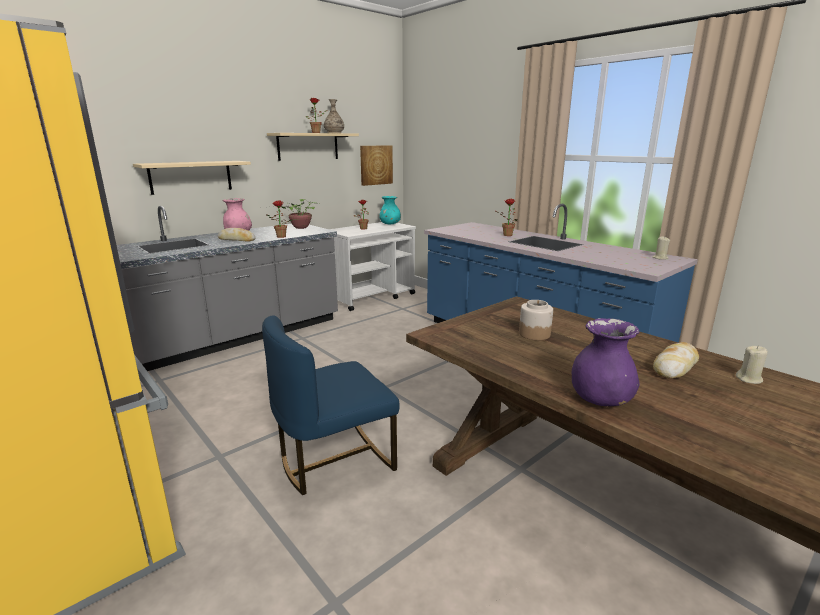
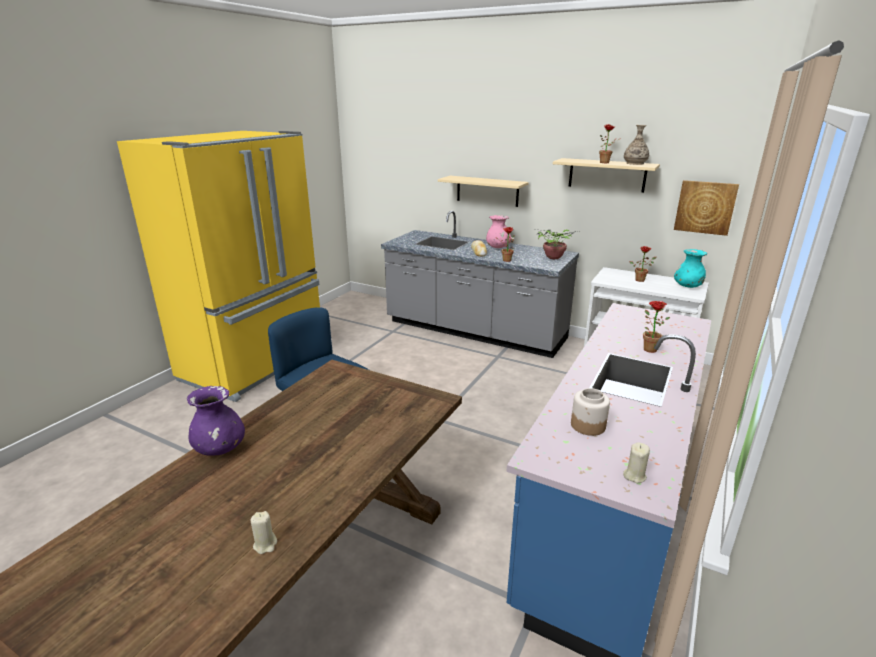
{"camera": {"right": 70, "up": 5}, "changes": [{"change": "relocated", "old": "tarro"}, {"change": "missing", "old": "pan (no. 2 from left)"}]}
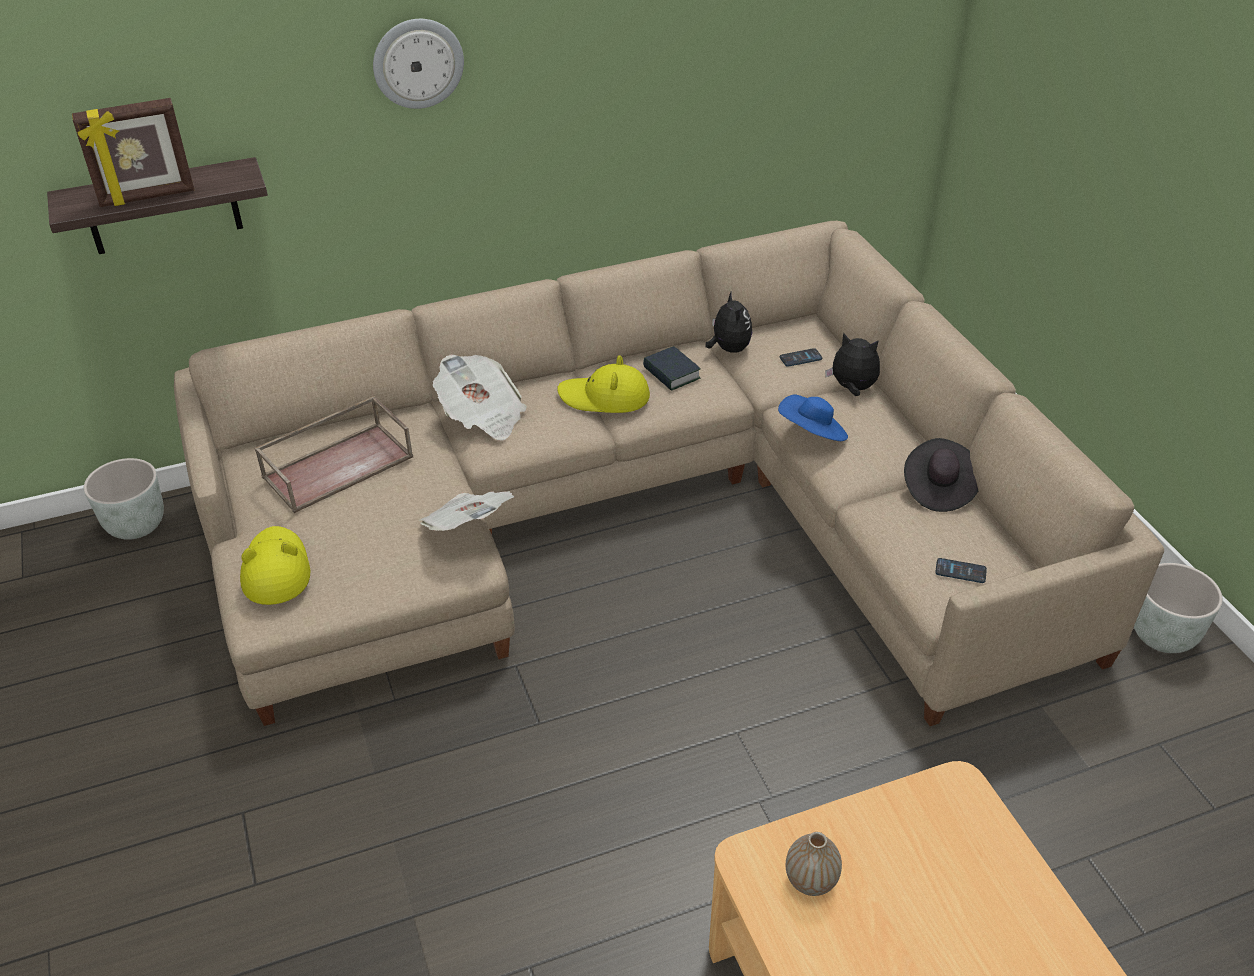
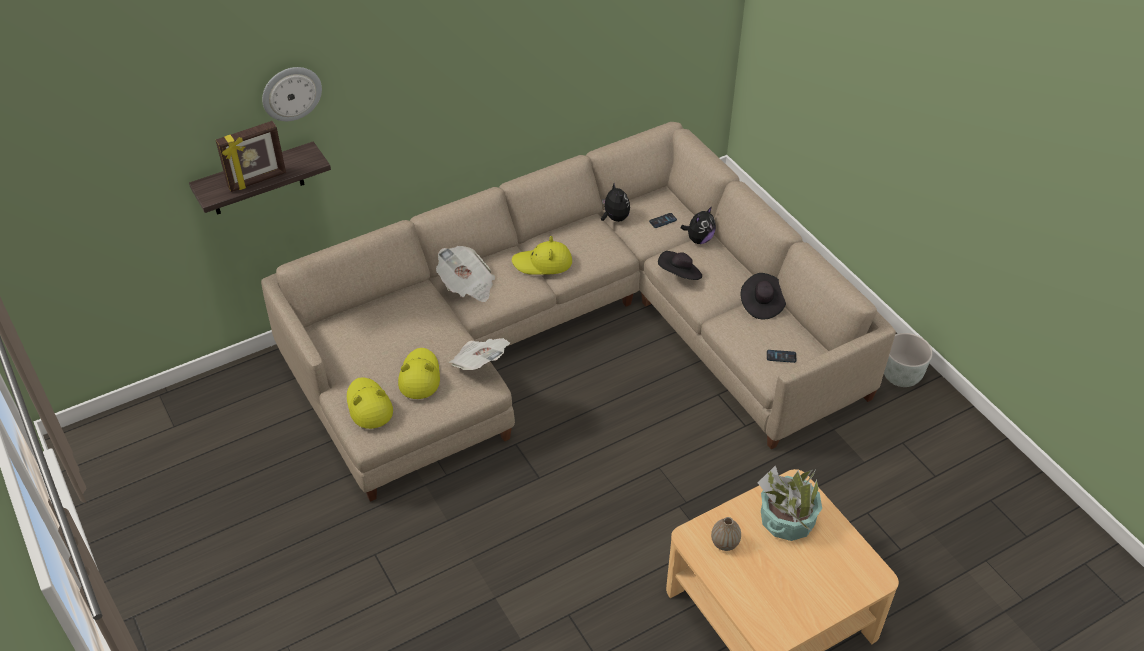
{"camera": {"right": -10, "up": 5}, "changes": [{"change": "missing", "old": "maceta [gris] (no. 1 from left)"}, {"change": "missing", "old": "bandeja [marrón]"}, {"change": "relocated", "old": "reloj de pared"}, {"change": "missing", "old": "libro"}, {"change": "colour", "old": "sombrero [azul]", "new": "sombrero [negro] (no. 1 from left)"}, {"change": "spun", "old": "peluche (no. 2 from left)", "degrees": 120}, {"change": "appeared", "new": "sombrero [amarillo] (no. 2 from left)"}, {"change": "appeared", "new": "planta en maceta"}]}
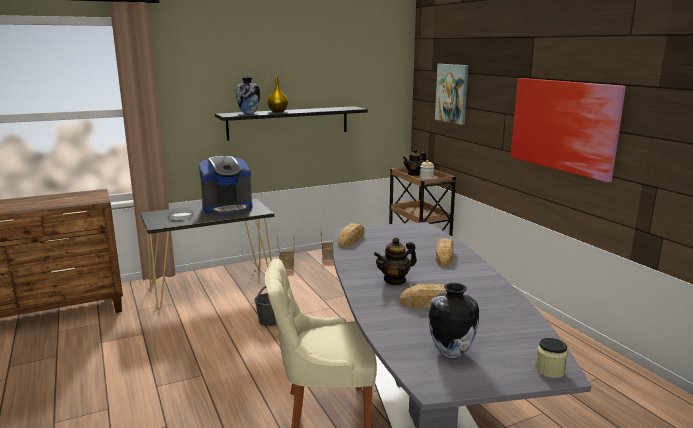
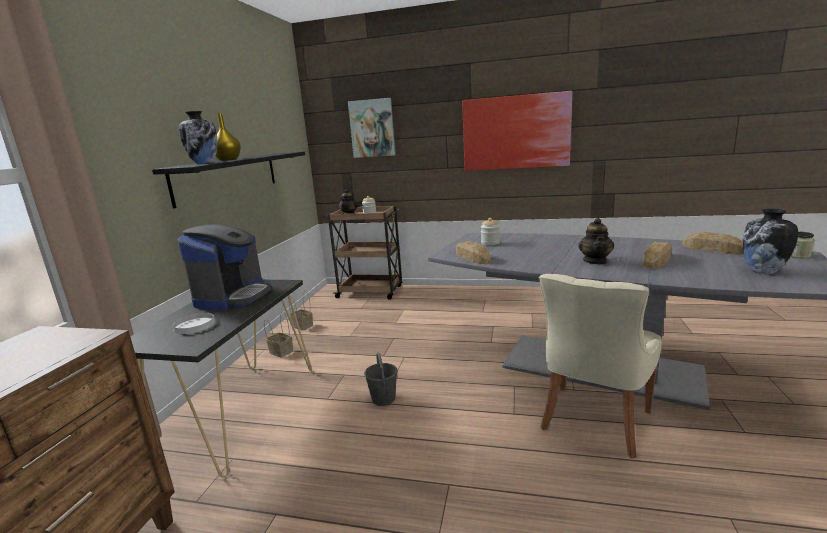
{"camera": {"right": -50, "up": 0}, "changes": [{"change": "relocated", "old": "pan (no. 3 from left)"}, {"change": "appeared", "new": "tarro (no. 2 from left)"}]}
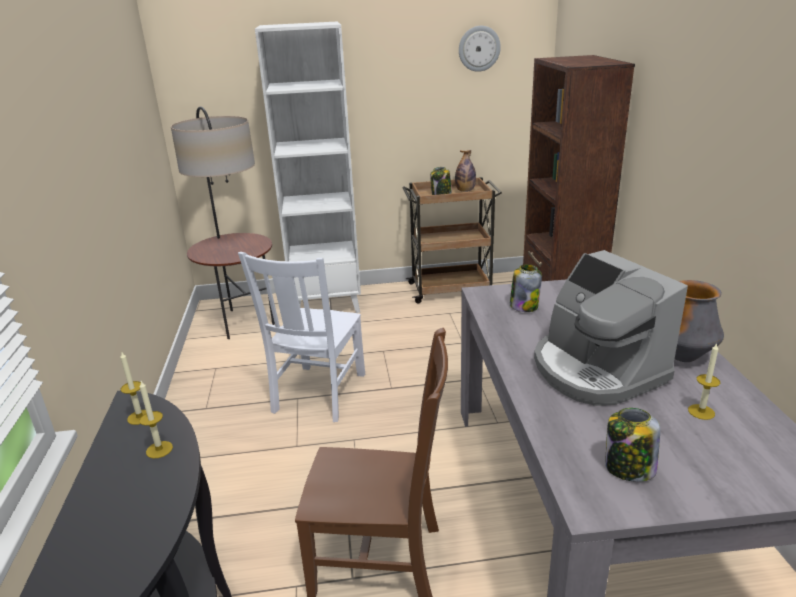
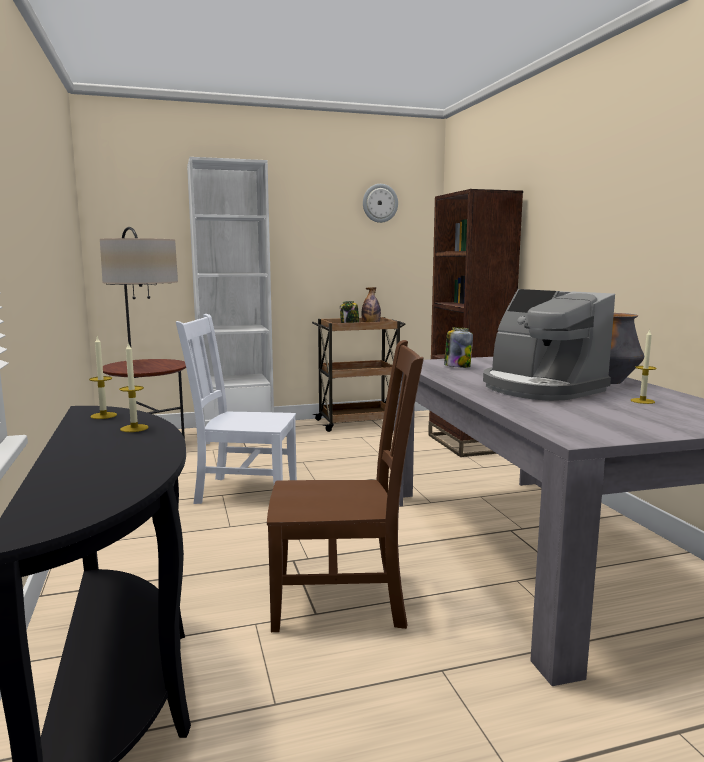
{"camera": {"right": -10, "up": -15}, "changes": [{"change": "spun", "old": "silla [blanco]", "degrees": 90}, {"change": "missing", "old": "tarro (no. 3 from left)"}]}
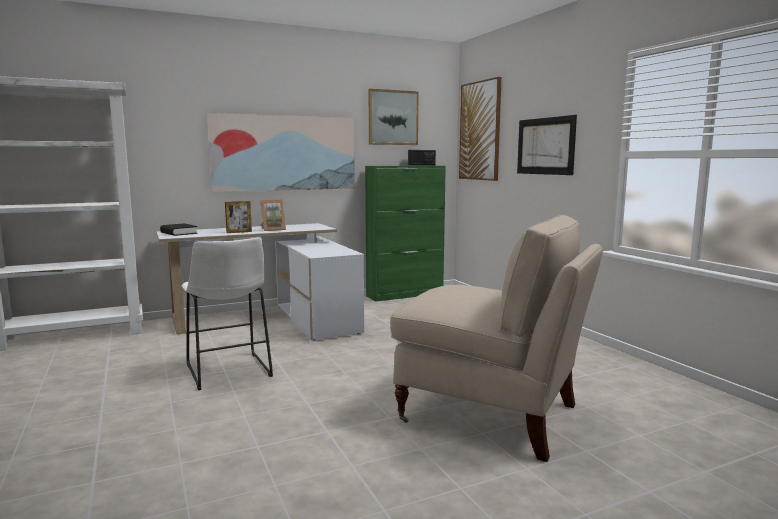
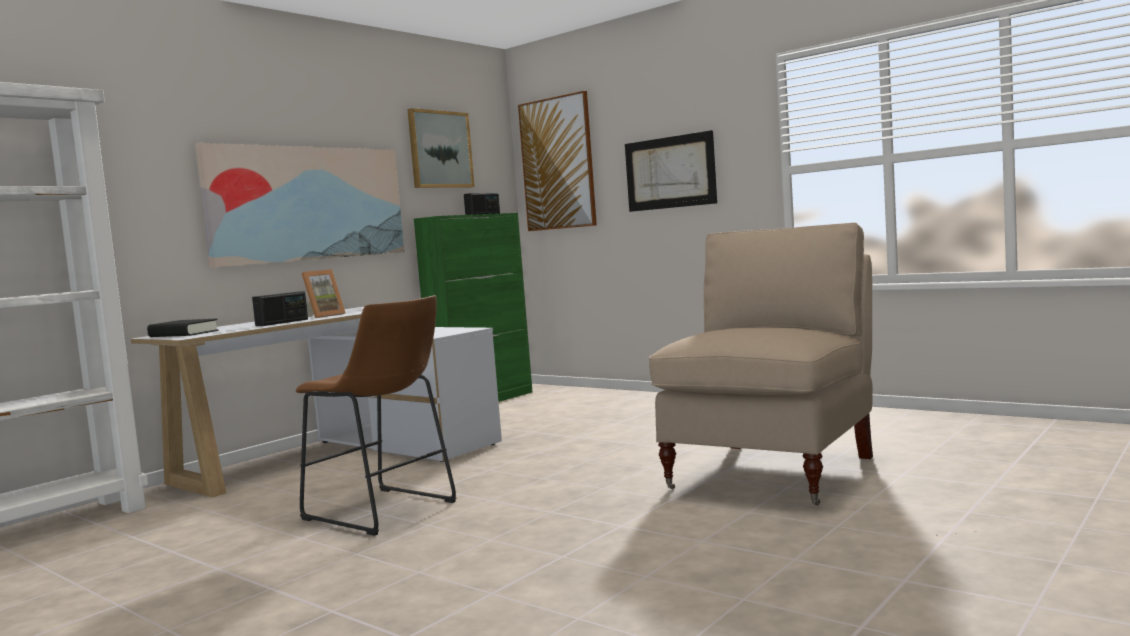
{"camera": {"right": -25, "up": -5}, "changes": [{"change": "colour", "old": "taburete [blanco]", "new": "taburete [marrón]"}, {"change": "exchanged", "old": "portarretratos (no. 1 from left)", "new": "radio (no. 1 from left)"}, {"change": "spun", "old": "silla [beis]", "degrees": -60}]}
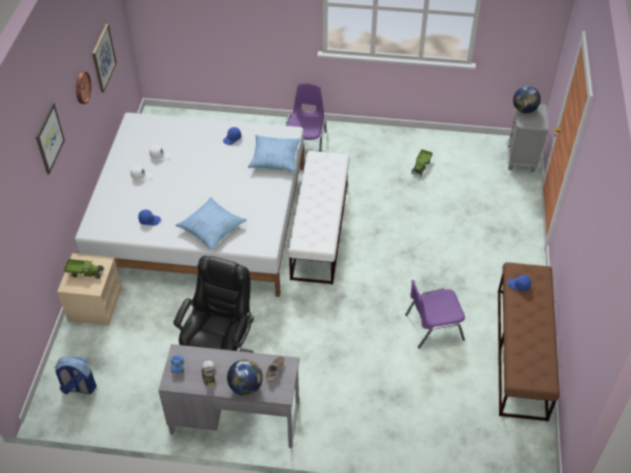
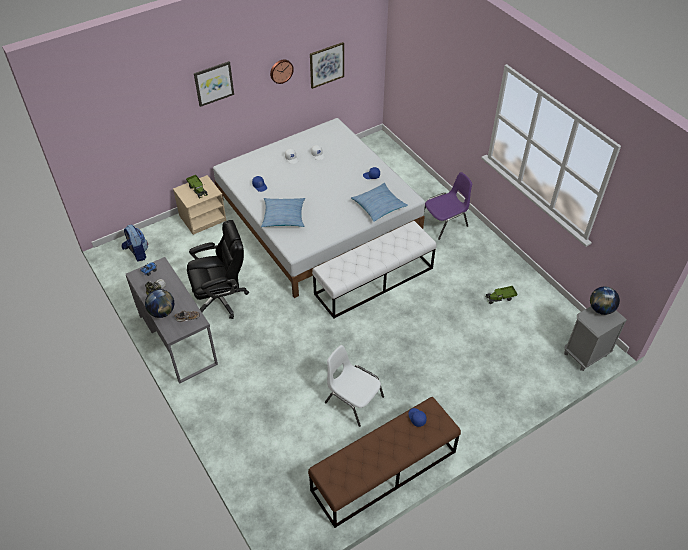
{"camera": {"right": 50, "up": 0}, "changes": [{"change": "colour", "old": "silla [morado] (no. 2 from left)", "new": "silla [blanco]"}]}
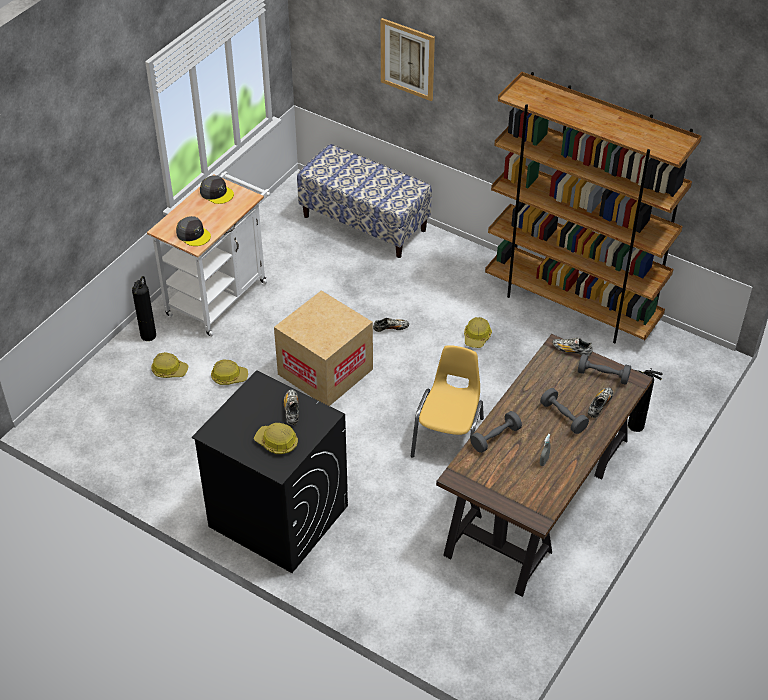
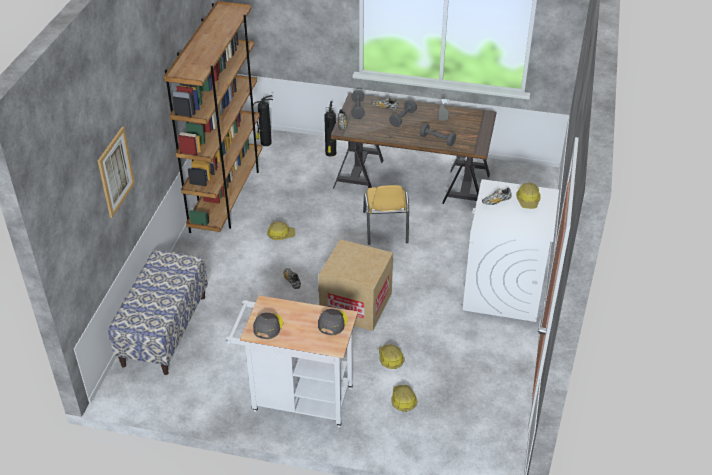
{"camera": {"right": -110, "up": -5}, "changes": [{"change": "relocated", "old": "extintor (no. 1 from left)"}, {"change": "colour", "old": "lavadora [negro]", "new": "lavadora [blanco]"}, {"change": "spun", "old": "silla [amarillo]", "degrees": -90}]}
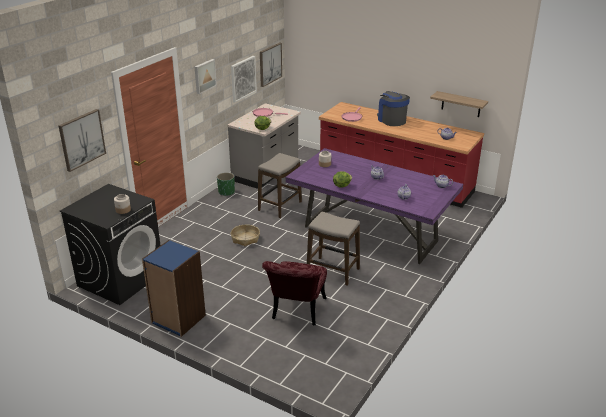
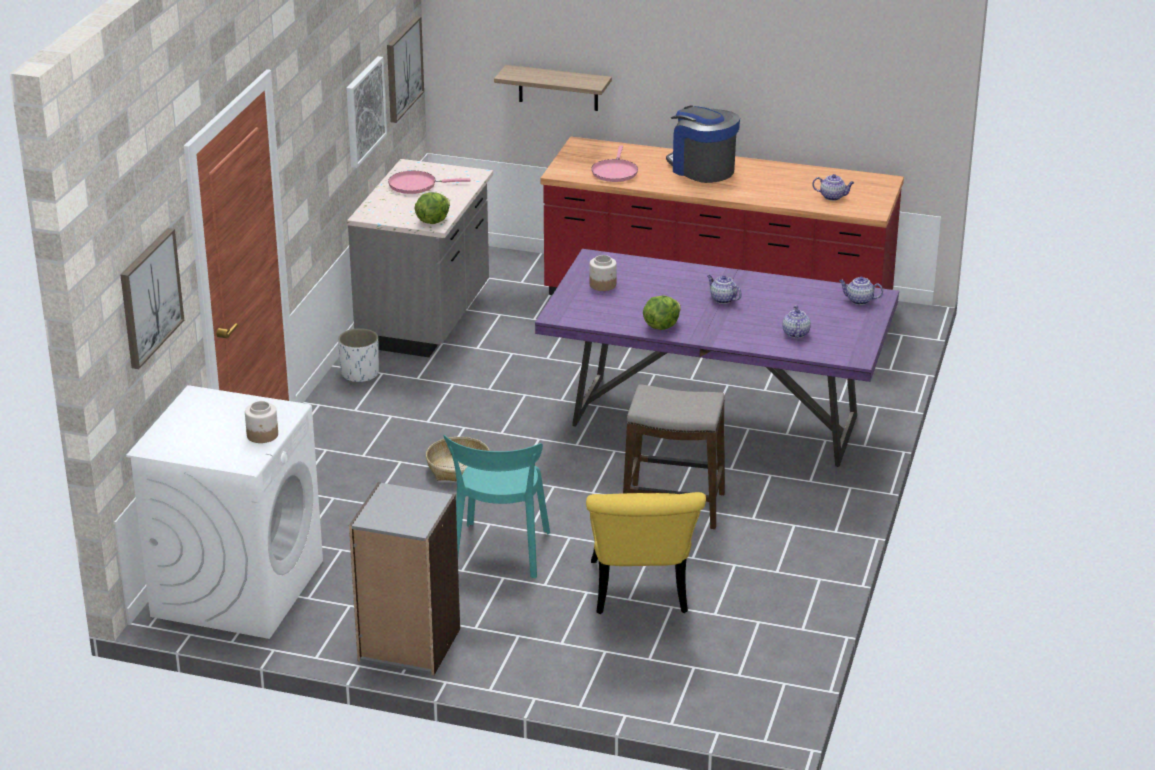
{"camera": {"right": -15, "up": 0}, "changes": [{"change": "colour", "old": "lavadora [negro]", "new": "lavadora [blanco]"}, {"change": "colour", "old": "estantería [azul]", "new": "estantería [gris]"}, {"change": "missing", "old": "cuadro (no. 2 from left)"}, {"change": "colour", "old": "maceta [verde]", "new": "maceta [blanco]"}, {"change": "missing", "old": "taburete (no. 1 from left)"}, {"change": "colour", "old": "silla [rojo]", "new": "silla [amarillo]"}, {"change": "relocated", "old": "estante"}, {"change": "appeared", "new": "silla [turquesa]"}]}
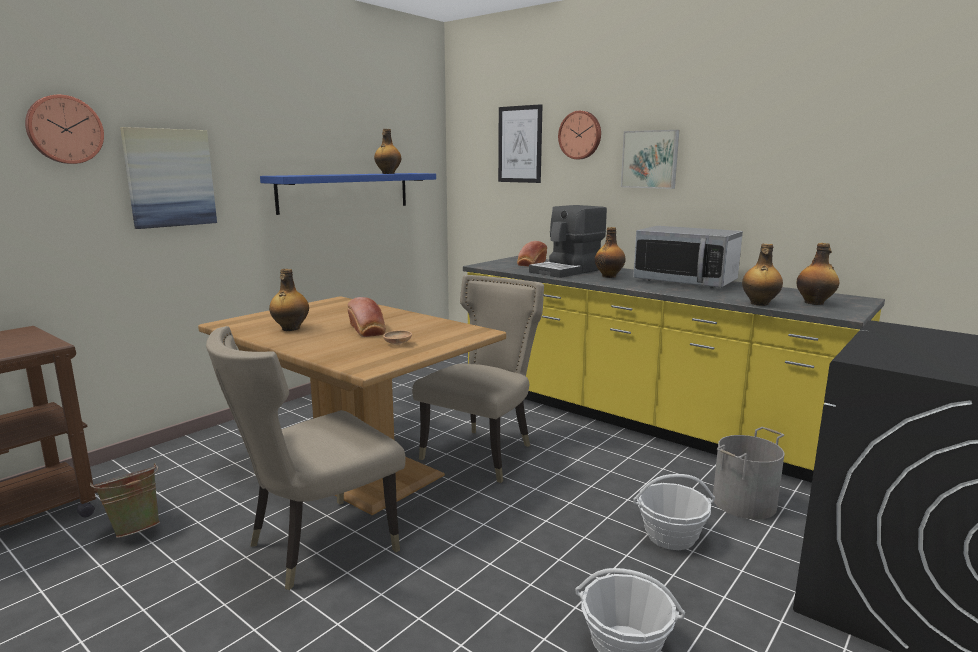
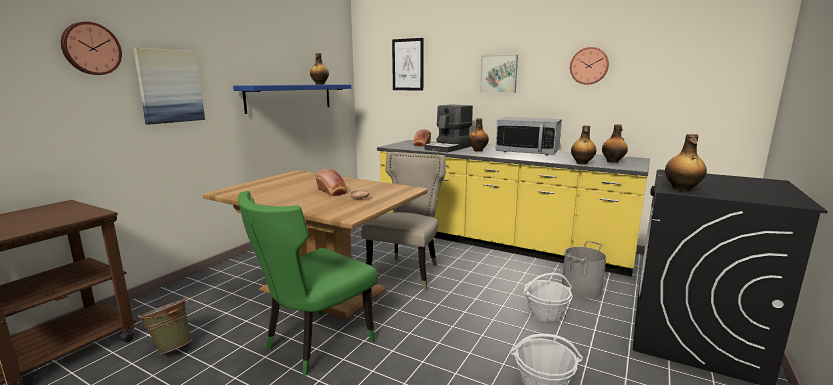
{"camera": {"right": -10, "up": 0}, "changes": [{"change": "colour", "old": "silla [beis] (no. 1 from left)", "new": "silla [verde]"}, {"change": "relocated", "old": "botella (no. 1 from left in the first image)", "new": "botella (no. 5 from left)"}, {"change": "relocated", "old": "reloj de pared (no. 2 from left)"}]}
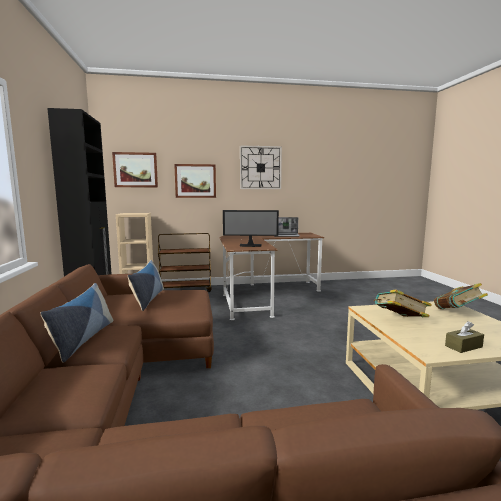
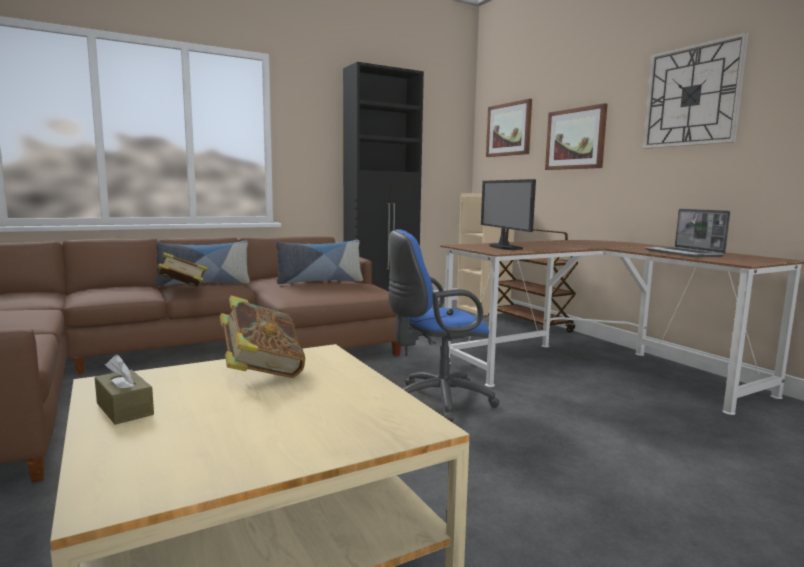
{"camera": {"right": 70, "up": 0}, "changes": [{"change": "relocated", "old": "libro (no. 2 from left in the first image)", "new": "libro (no. 1 from left)"}, {"change": "appeared", "new": "silla de oficina [azul]"}]}
